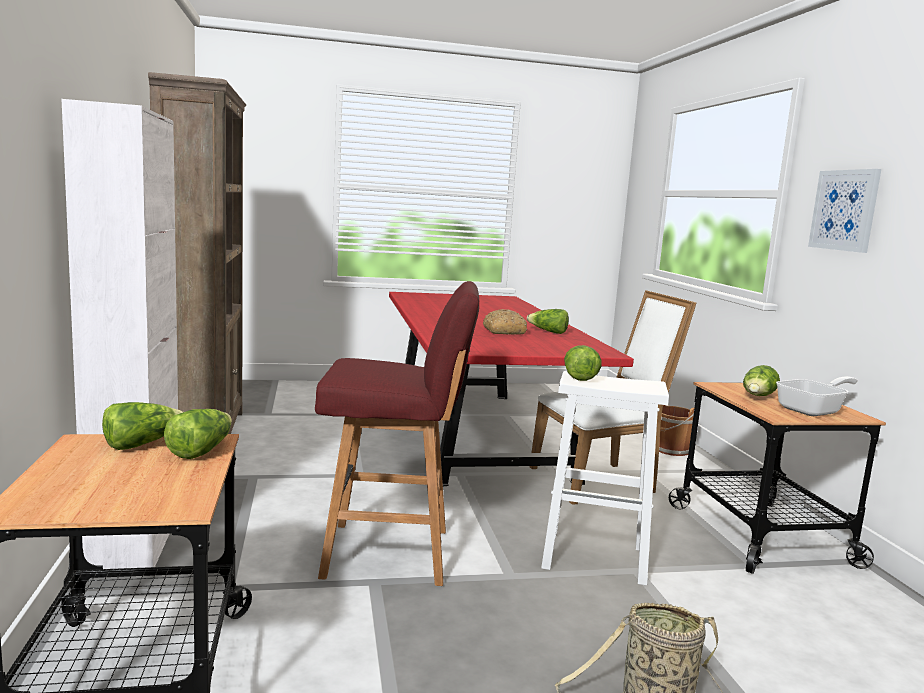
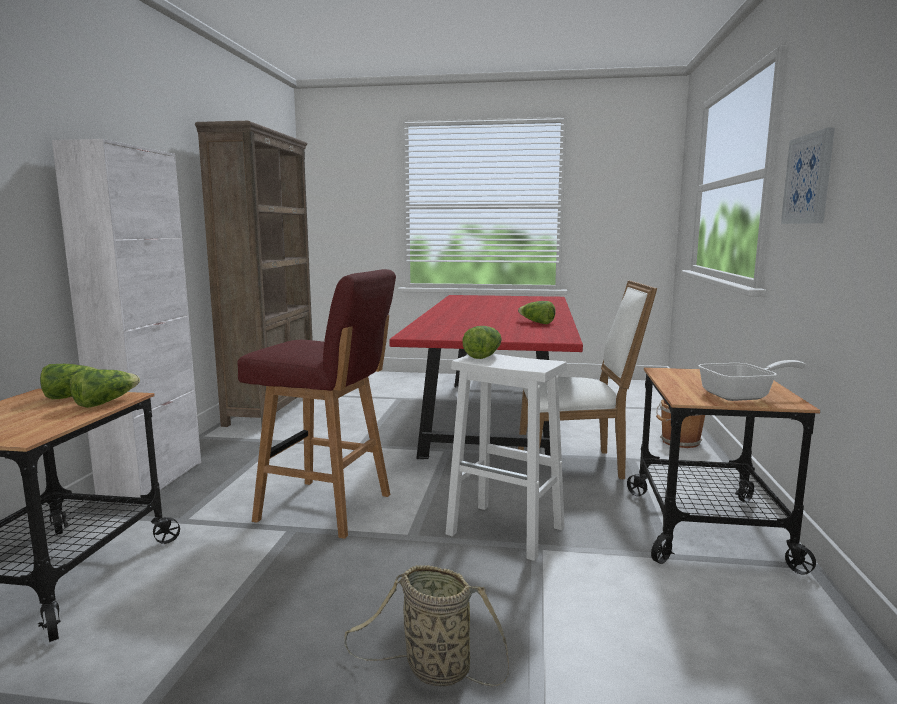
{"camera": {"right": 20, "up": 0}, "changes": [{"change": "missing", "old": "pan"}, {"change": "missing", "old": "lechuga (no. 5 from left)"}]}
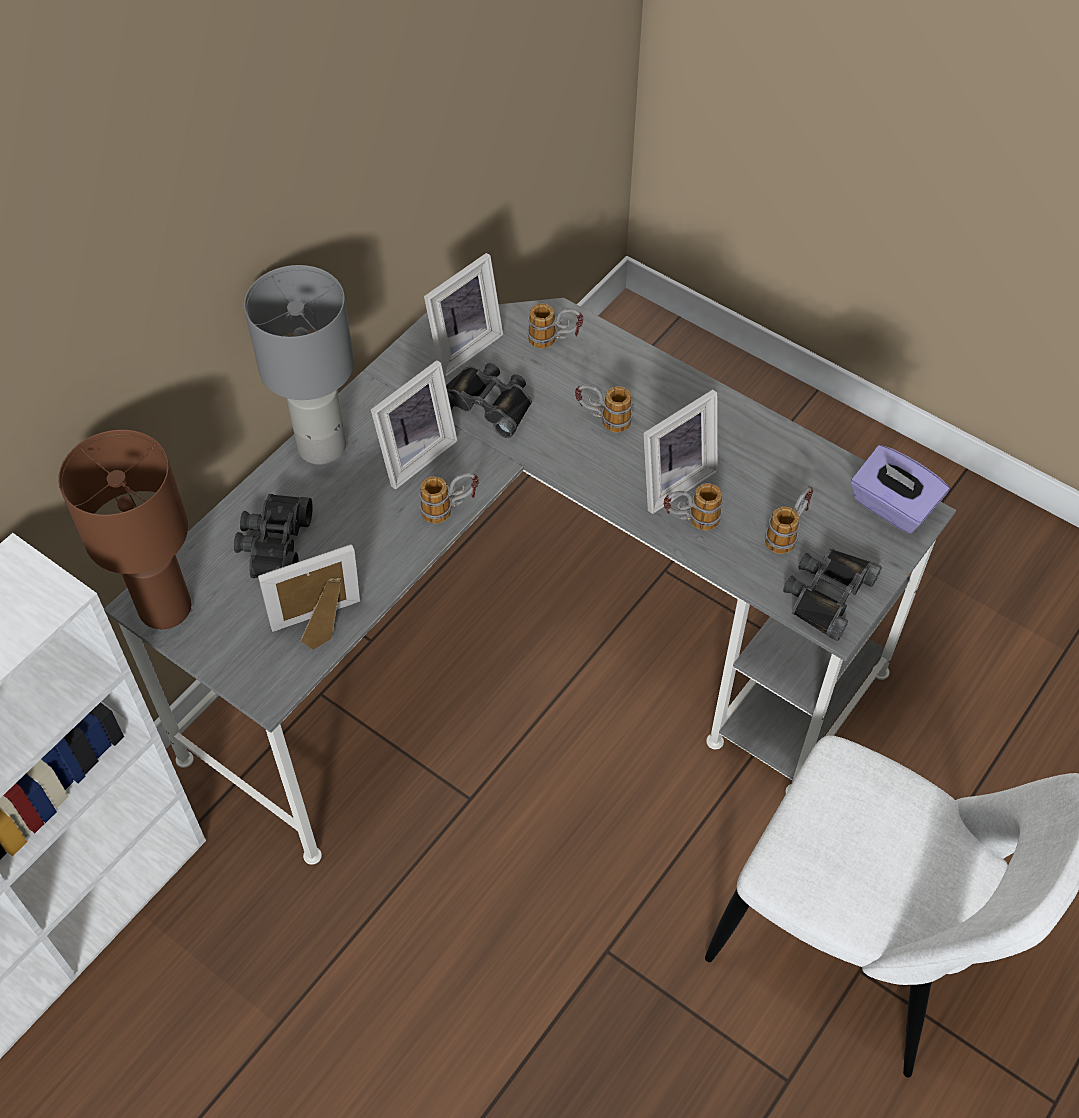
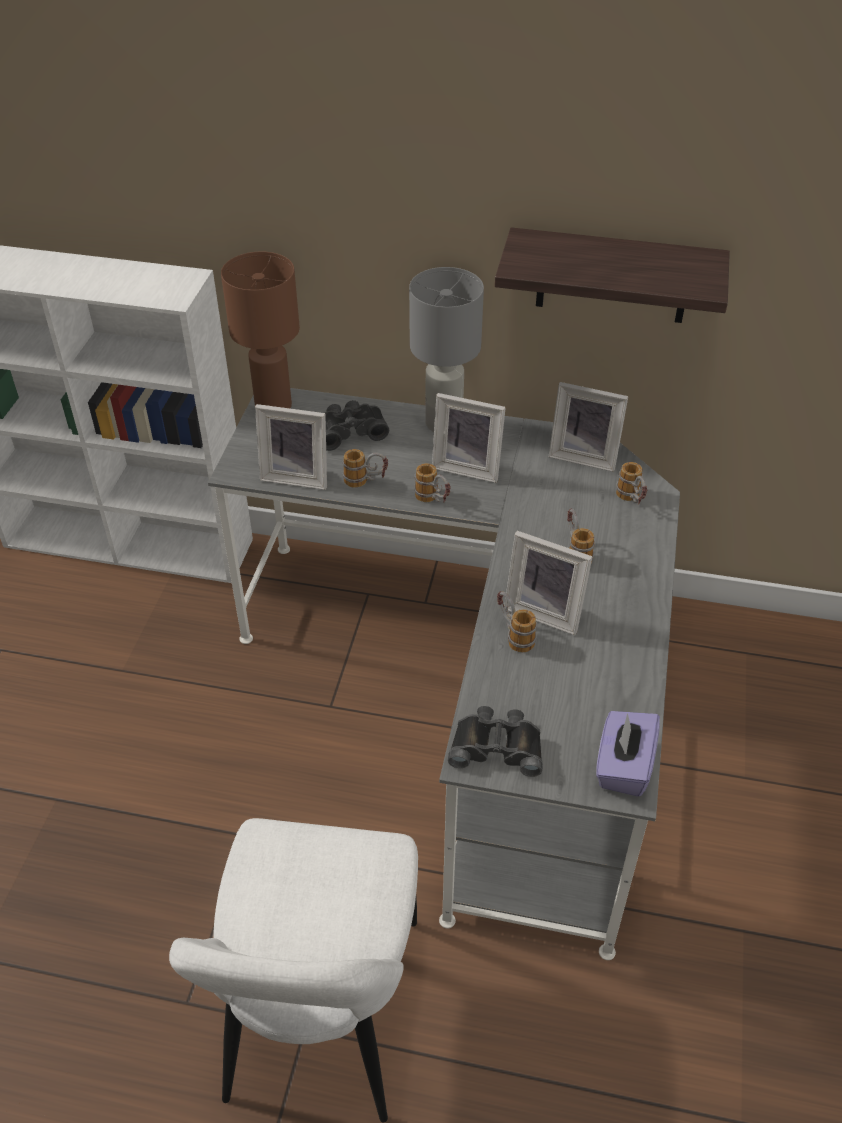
{"camera": {"right": 65, "up": -10}, "changes": [{"change": "spun", "old": "portarretratos (no. 1 from left)", "degrees": 150}, {"change": "missing", "old": "prismáticos [negro] (no. 2 from left)"}, {"change": "relocated", "old": "taza grande (no. 5 from left in the first image)", "new": "taza grande (no. 1 from left)"}, {"change": "appeared", "new": "estante"}]}
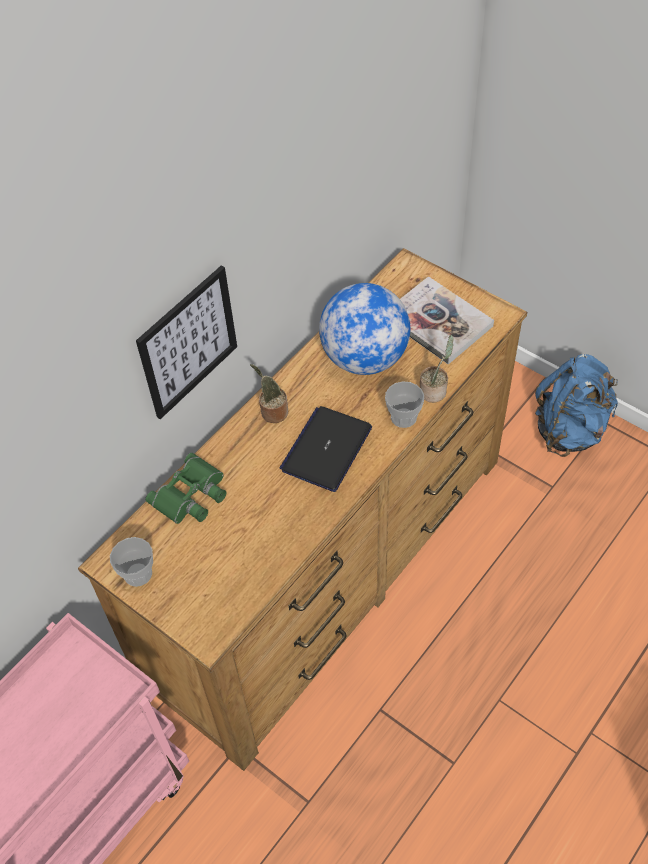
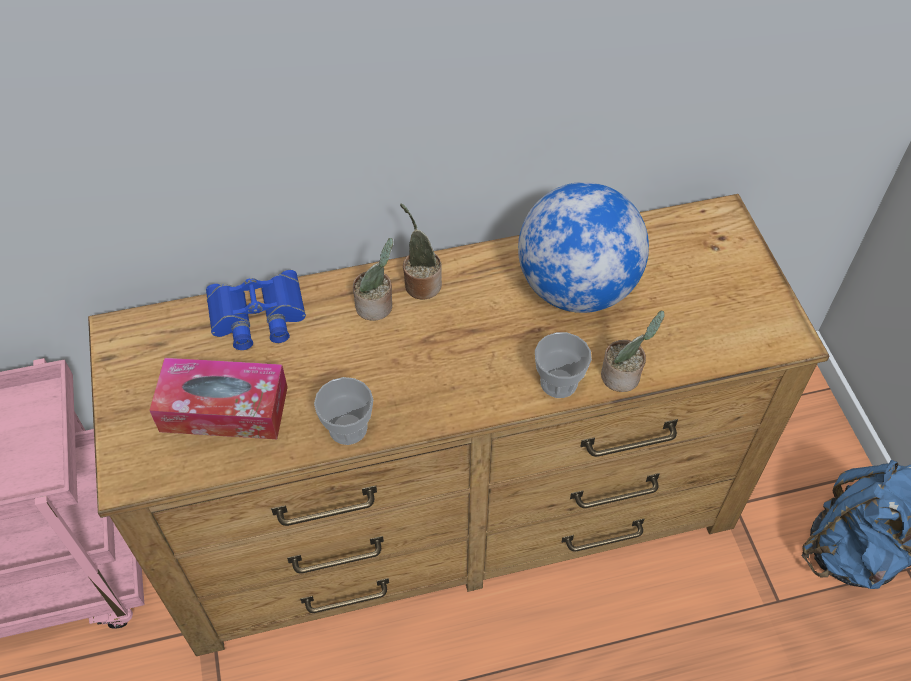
{"camera": {"right": 35, "up": 0}, "changes": [{"change": "relocated", "old": "taza (no. 1 from left)"}, {"change": "missing", "old": "cuadro"}, {"change": "colour", "old": "prismáticos [verde]", "new": "prismáticos [azul]"}, {"change": "missing", "old": "portátil"}, {"change": "missing", "old": "libro"}, {"change": "appeared", "new": "caja de pañuelos"}, {"change": "appeared", "new": "planta en maceta (no. 1 from left)"}]}
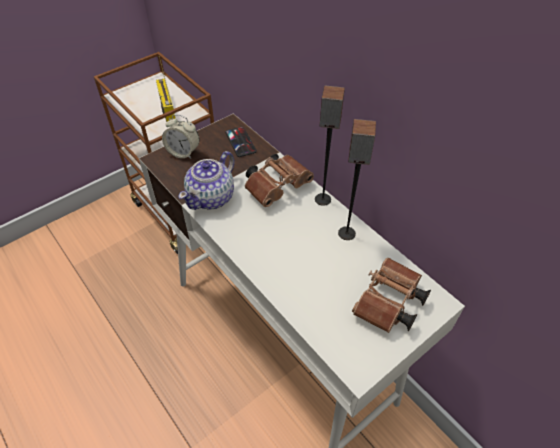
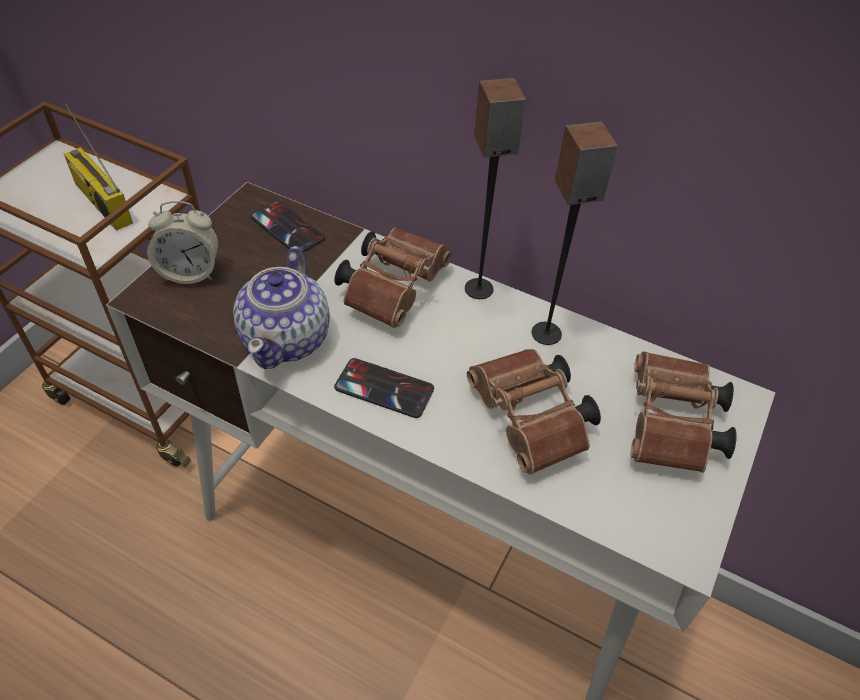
{"camera": {"right": -25, "up": 0}, "changes": [{"change": "appeared", "new": "móvil (no. 2 from left)"}, {"change": "appeared", "new": "prismáticos [marrón] (no. 2 from left)"}]}
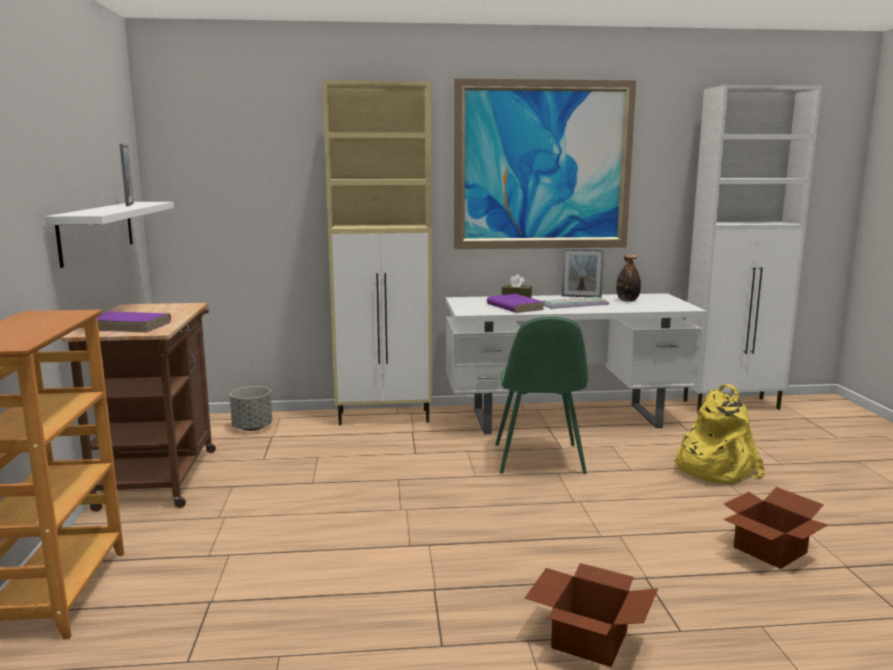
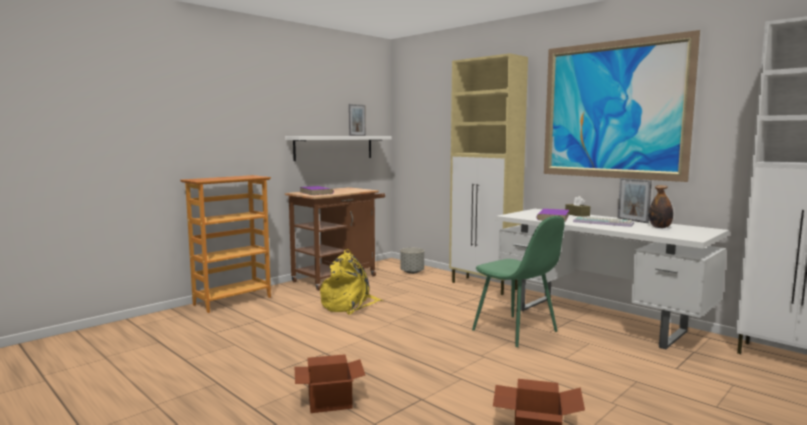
{"camera": {"right": 50, "up": -5}, "changes": [{"change": "spun", "old": "silla [verde]", "degrees": -90}, {"change": "relocated", "old": "mochila [amarillo]"}]}
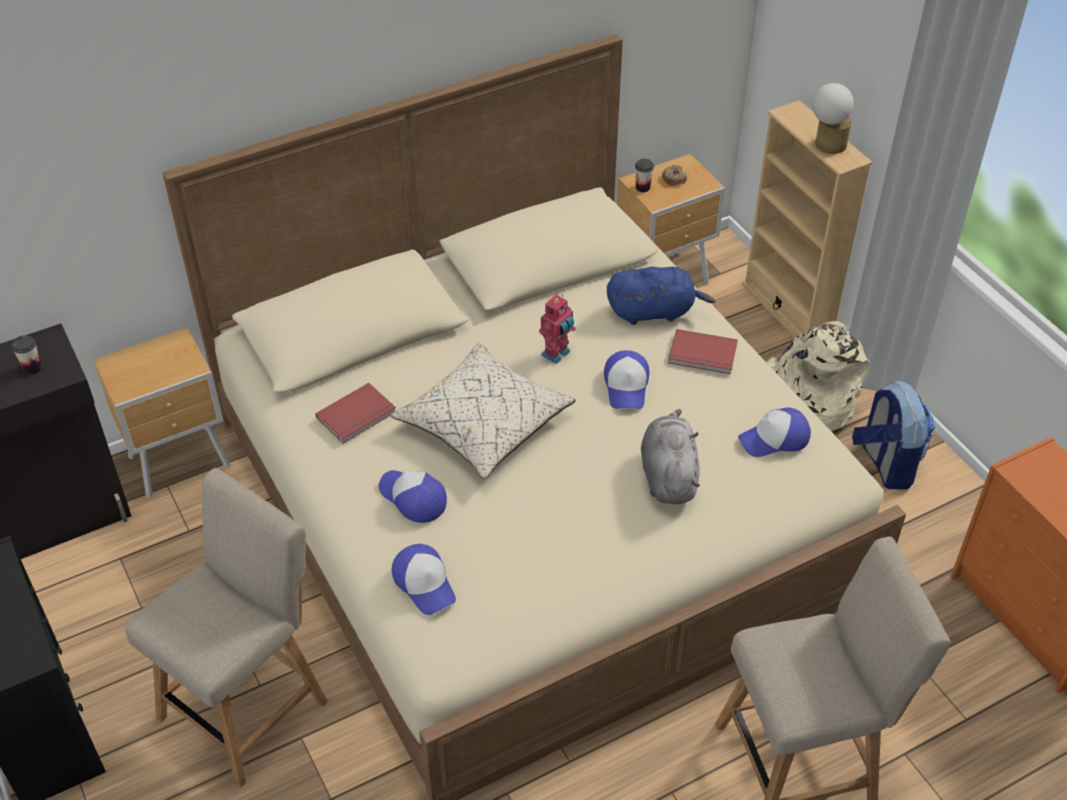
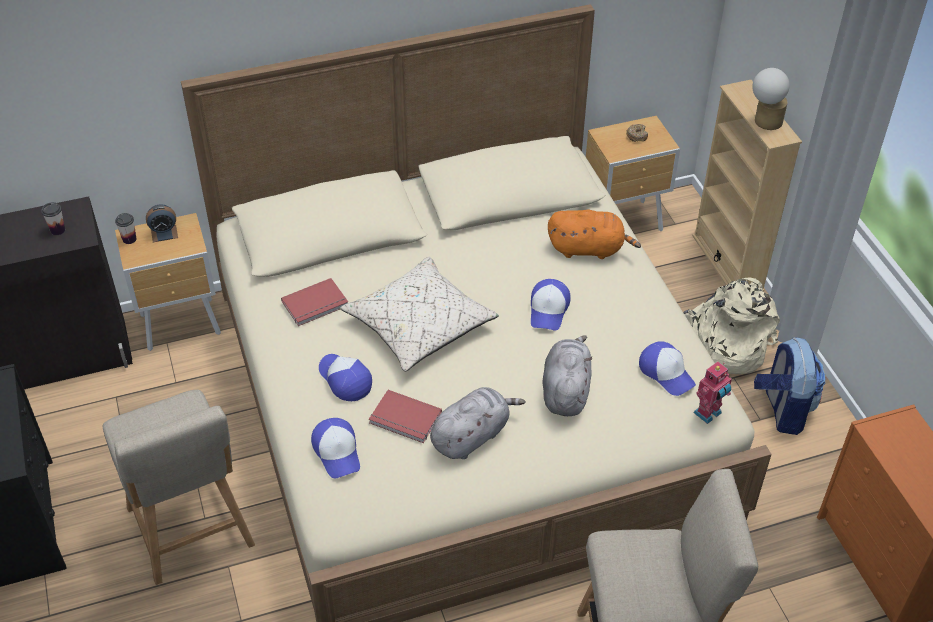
{"camera": {"right": 10, "up": 0}, "changes": [{"change": "spun", "old": "silla [beis] (no. 1 from left)", "degrees": 105}, {"change": "relocated", "old": "robot de juguete"}, {"change": "colour", "old": "peluche [azul]", "new": "peluche [naranja]"}, {"change": "relocated", "old": "taza (no. 2 from left)"}, {"change": "relocated", "old": "libro [rojo] (no. 2 from left)"}, {"change": "spun", "old": "gorra (no. 4 from left)", "degrees": -120}, {"change": "appeared", "new": "despertador"}, {"change": "appeared", "new": "peluche [gris] (no. 1 from left)"}]}
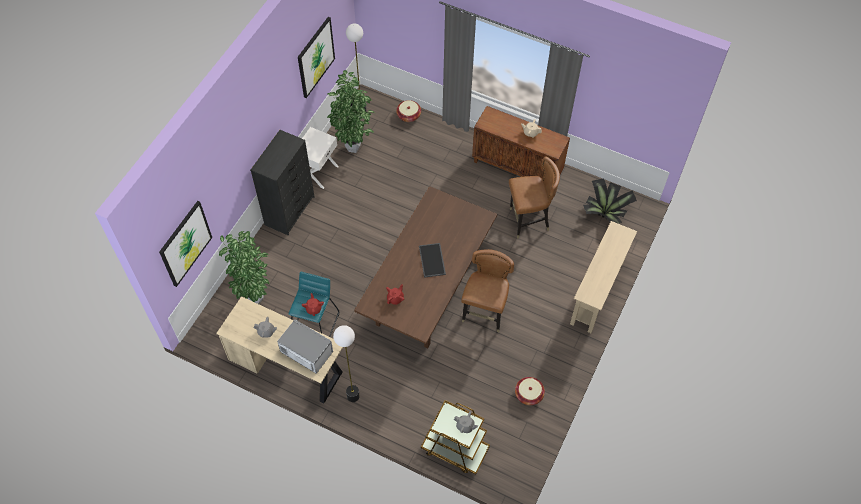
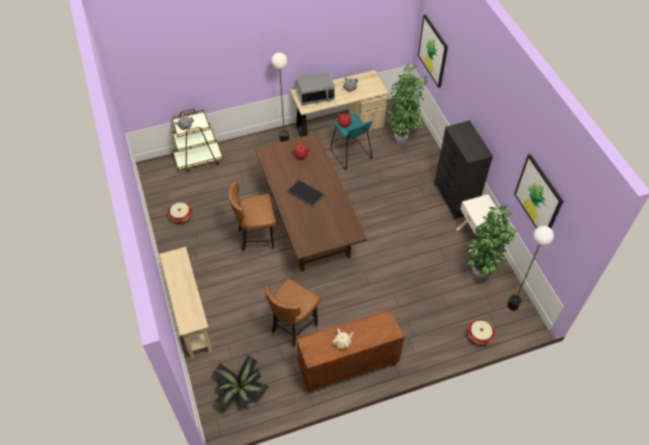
{"camera": {"right": 135, "up": -5}, "changes": [{"change": "spun", "old": "silla [marrón] (no. 1 from left)", "degrees": 105}]}
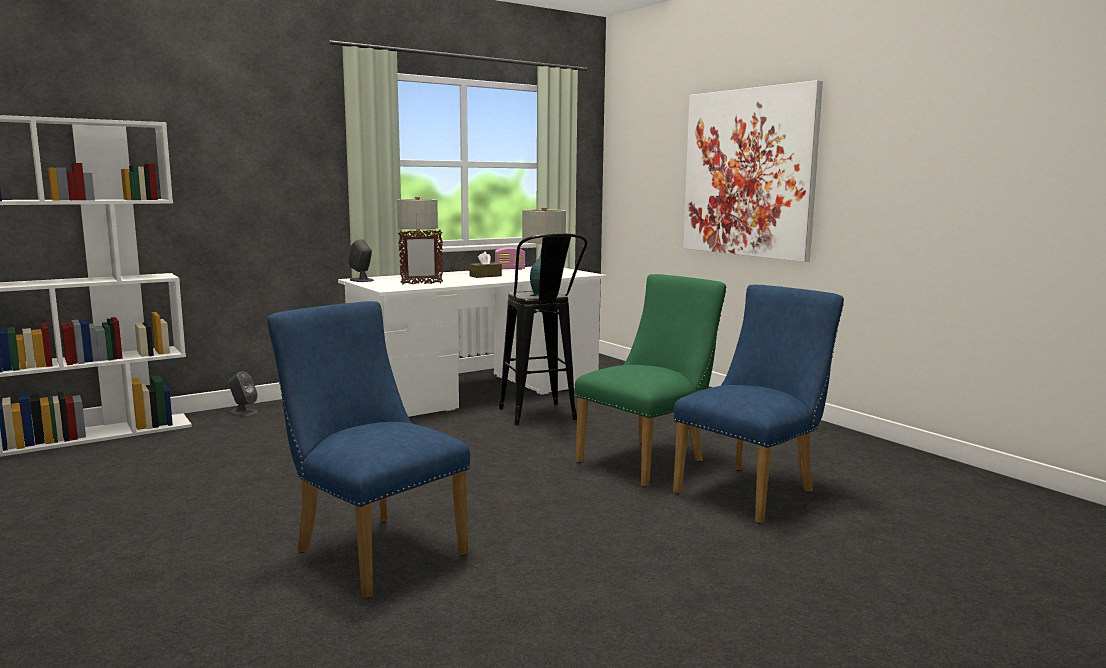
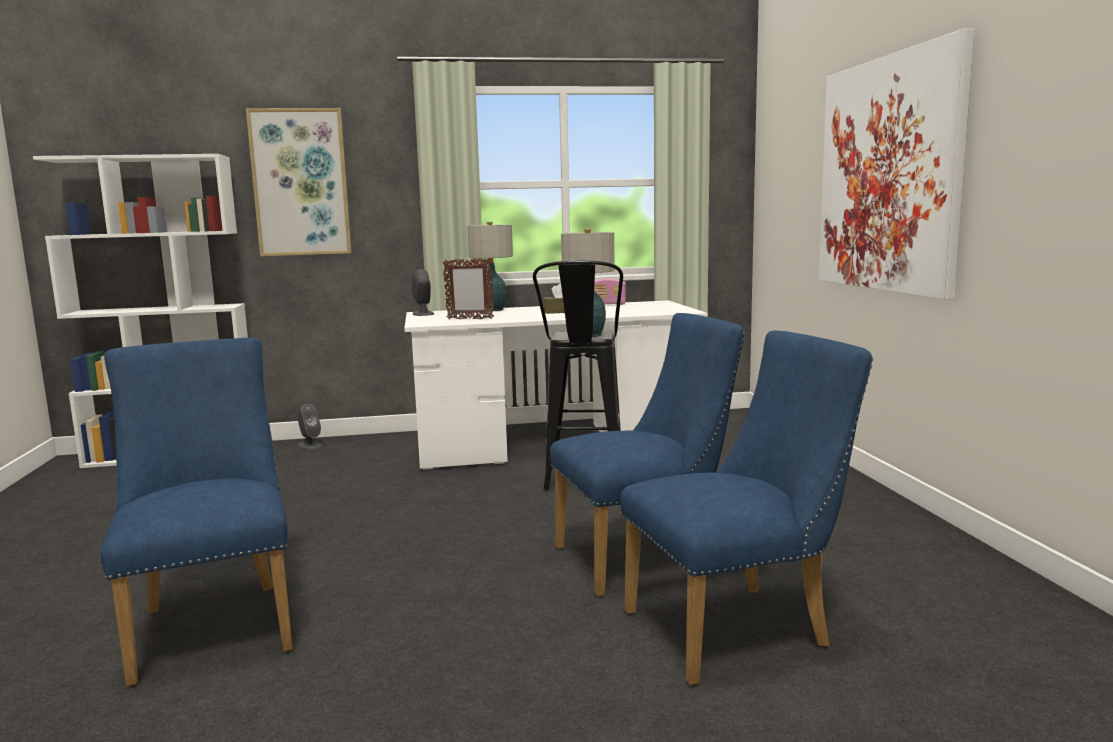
{"camera": {"right": 25, "up": 0}, "changes": [{"change": "colour", "old": "silla [verde]", "new": "silla [azul] (no. 2 from left)"}, {"change": "appeared", "new": "cuadro (no. 1 from left)"}]}
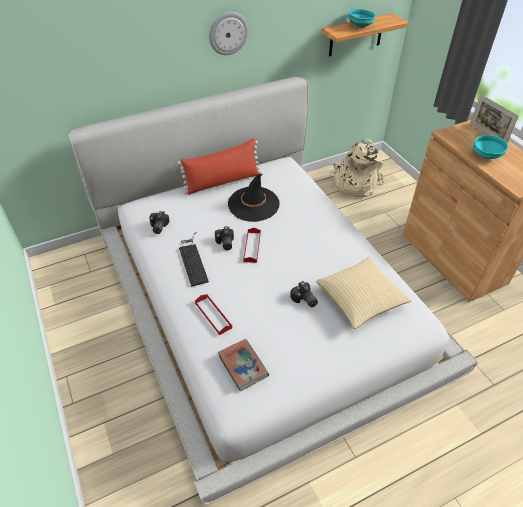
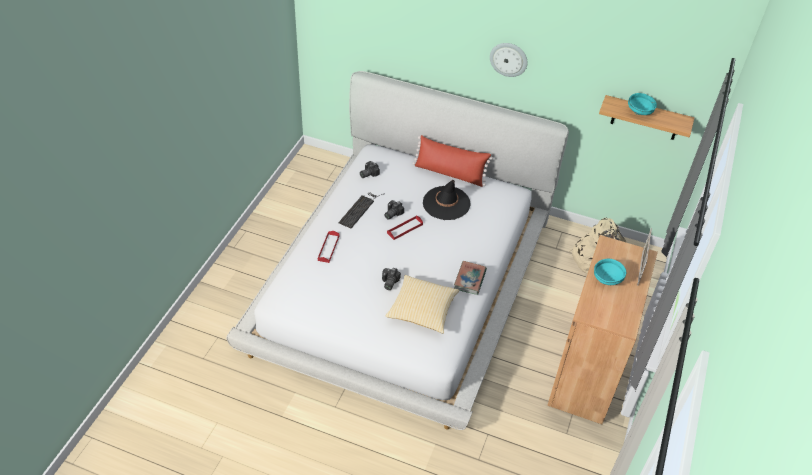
{"camera": {"right": 45, "up": 0}, "changes": [{"change": "relocated", "old": "libro"}]}
